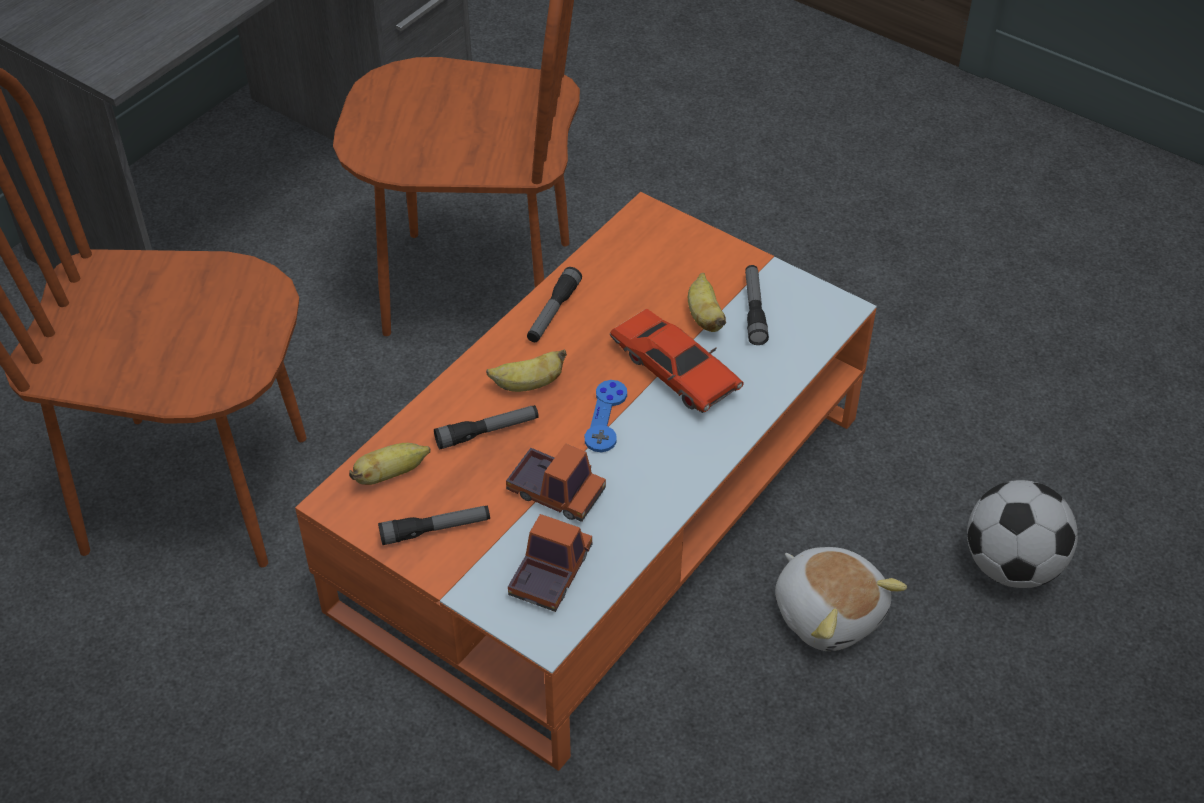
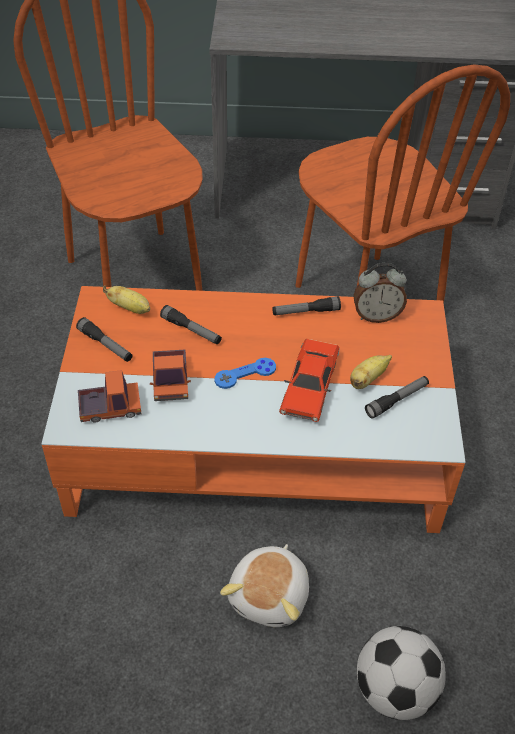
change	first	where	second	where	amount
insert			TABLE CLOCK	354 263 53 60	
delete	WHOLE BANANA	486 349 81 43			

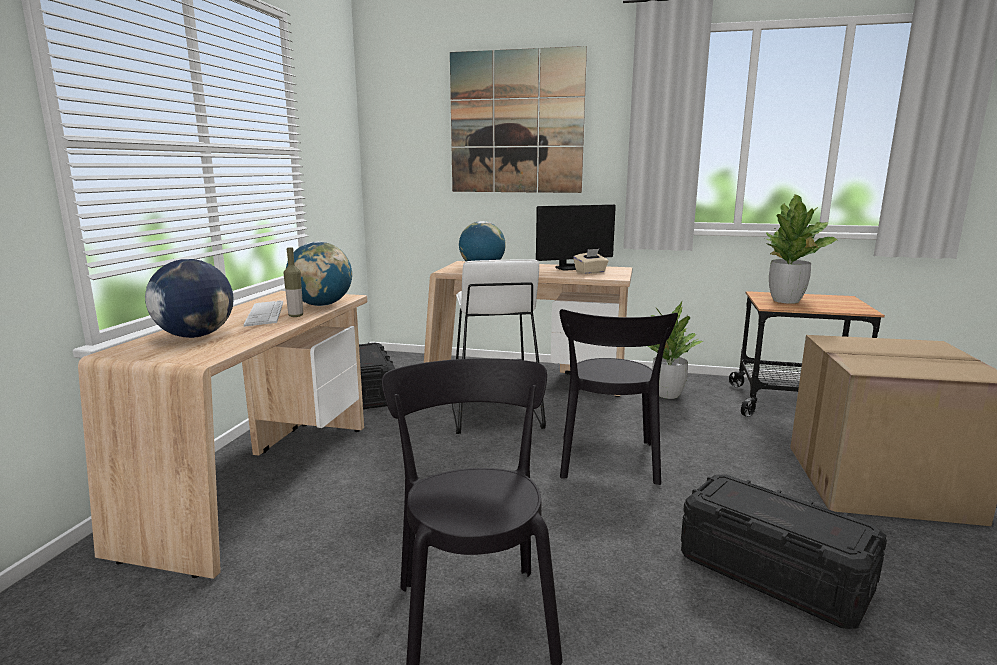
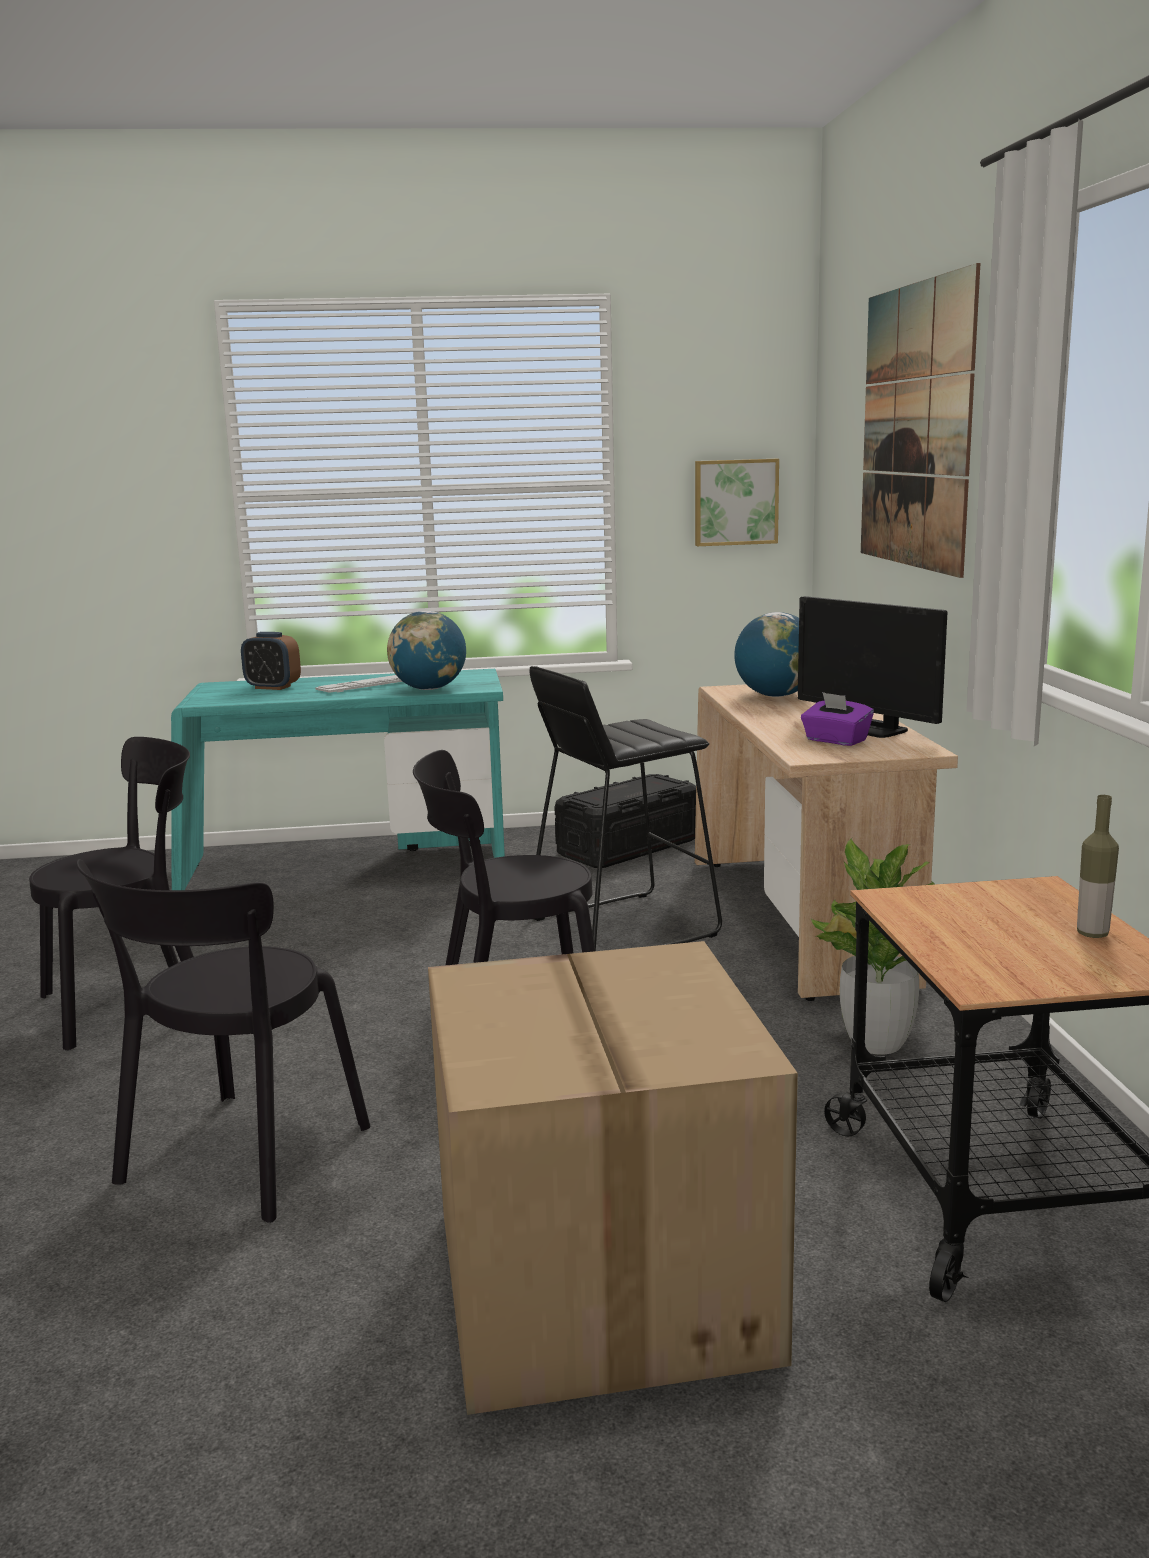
change	first	where	second	where	amount
replace	BLACKISH STORAGE BOX	681 475 206 154	BLACKISH CHAIR	76 859 294 364	
recolor	BEIGE-COLOURED DESK TABLE	78 291 289 288	BLUE-GREEN DESK TABLE	171 669 334 221	
replace	DESK GLOBE	145 259 88 79	TABLE CLOCK	241 632 60 58	
recolor	WHITE-COLOURED SITTING STOOL	452 259 94 175	BLACKISH SITTING STOOL	529 666 193 285	
insert			PICTURE	695 459 84 87	
recolor	BEIGE-COLOURED BOX OF TISSUES	573 249 36 25	PURPLE BOX OF TISSUES	801 692 73 54	
move	BEVERAGE BOTTLE	284 247 19 70		1077 795 42 143	
delete	HOUSEPLANT	765 194 72 110			

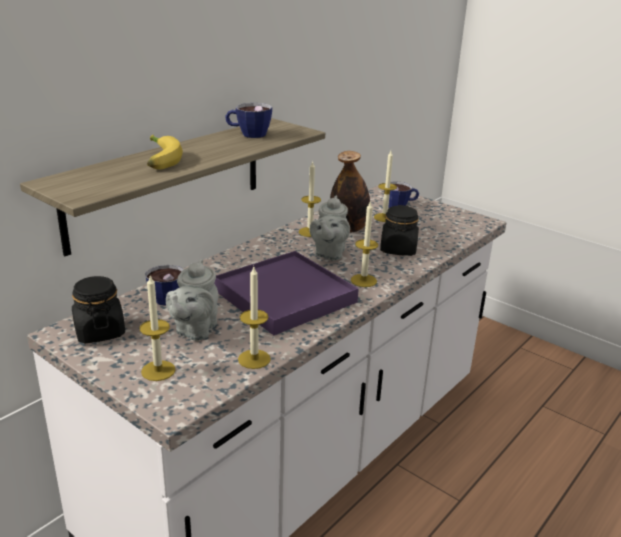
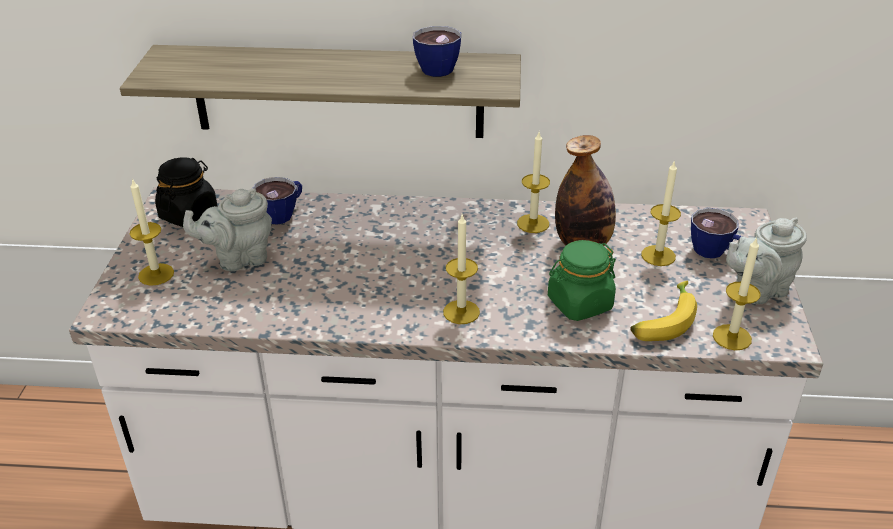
change	first	where	second	where	amount
recolor	BLACKISH JAR	380 205 39 51	GREEN JAR	548 240 68 81	
move	WHOLE BANANA	147 135 36 35		630 281 67 60	
move	CANDLE	238 267 33 102		713 237 48 113	
move	GREYISH TEA POT	310 195 40 65		726 218 81 86	
delete	PURPLE CARRYING TRAY	214 251 145 84			

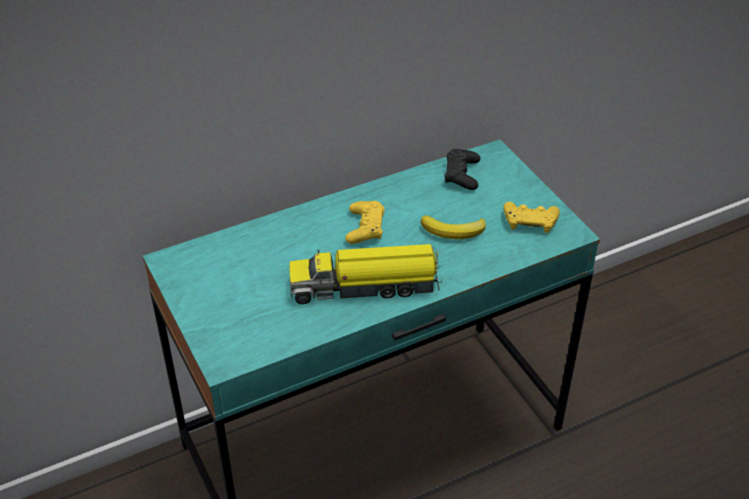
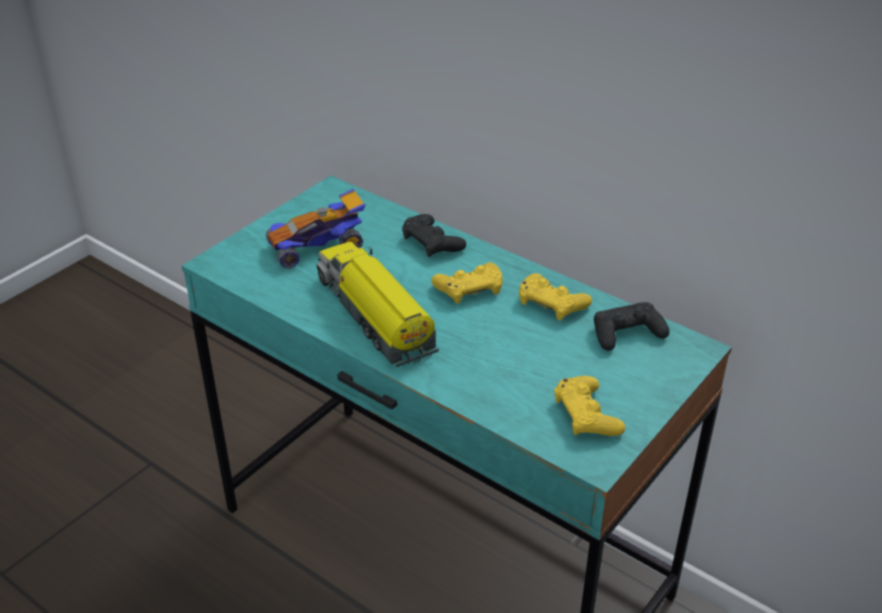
change	first	where	second	where	amount
insert			MINIATURE CAR	266 188 99 81	
insert			BLACKISH GAME CONTROLLER	402 214 64 43	
insert			YELLOW-COLOURED GAME CONTROLLER	519 274 73 47	
delete	WHOLE BANANA	421 215 65 24			

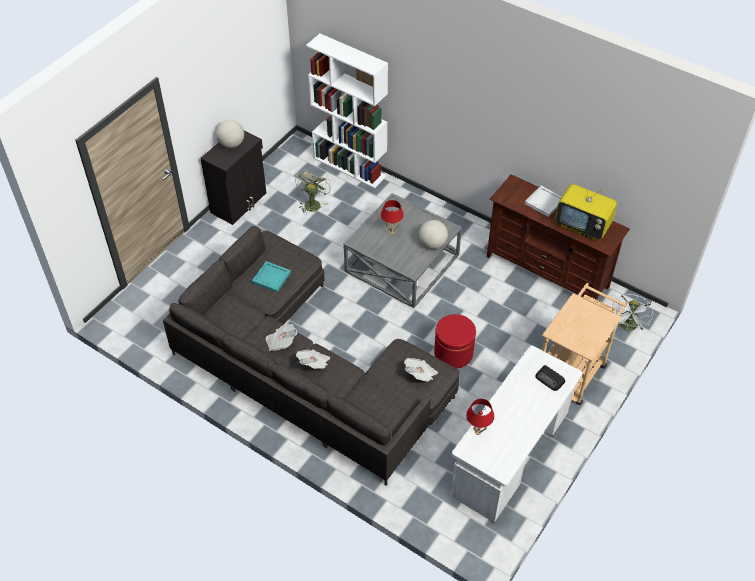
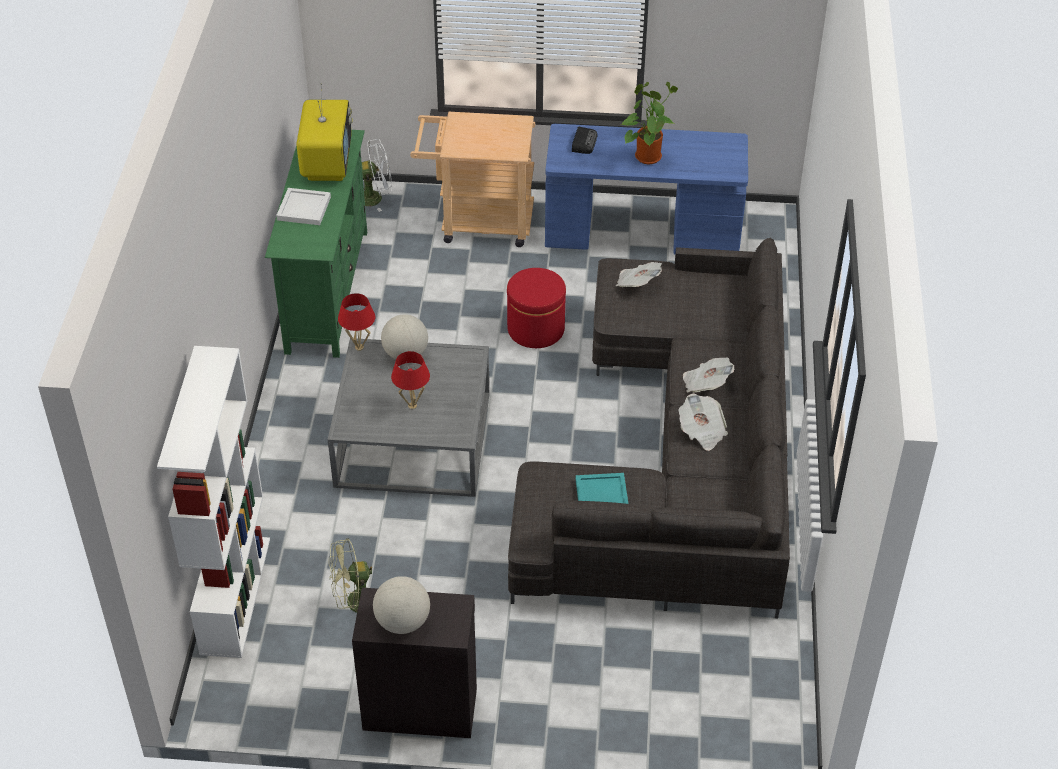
change	first	where	second	where	amount
recolor	BROWNISH MEDIA CONSOLE	487 174 143 126	GREEN MEDIA CONSOLE	265 130 102 228	
move	REDDISH LAMP FOR A TABLE	466 399 28 36		338 293 37 58	
recolor	WHITE-COLOURED DESK TABLE	451 345 132 177	BLUE-COLOURED DESK TABLE	545 124 203 130	
insert			HOUSEPLANT	620 82 58 82	

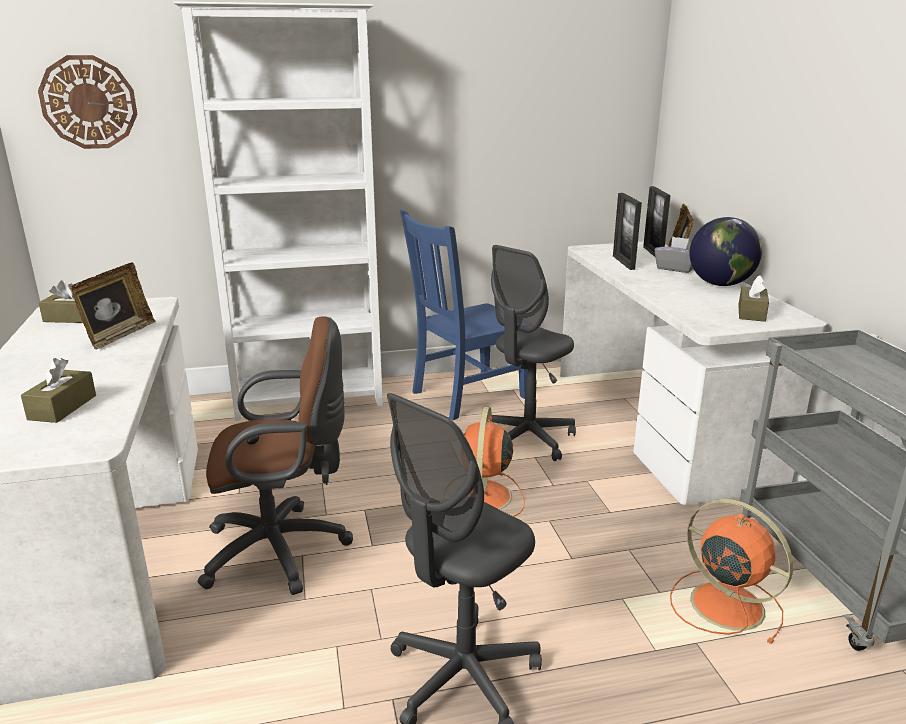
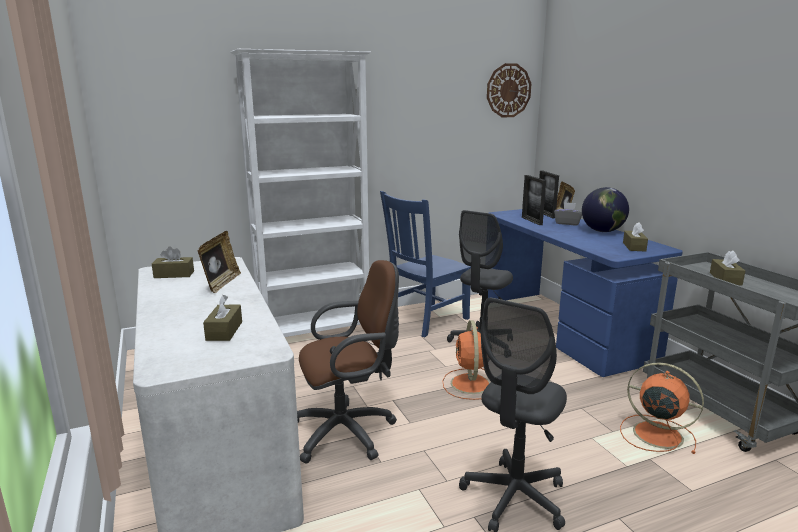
change	first	where	second	where	amount
move	WALL CLOCK	38 55 99 94		487 63 44 55	
recolor	WHITE-COLOURED DESK TABLE	560 242 267 263	BLUE-COLOURED DESK TABLE	487 209 196 168	
insert			BROWNISH BOX OF TISSUES	710 250 35 35	

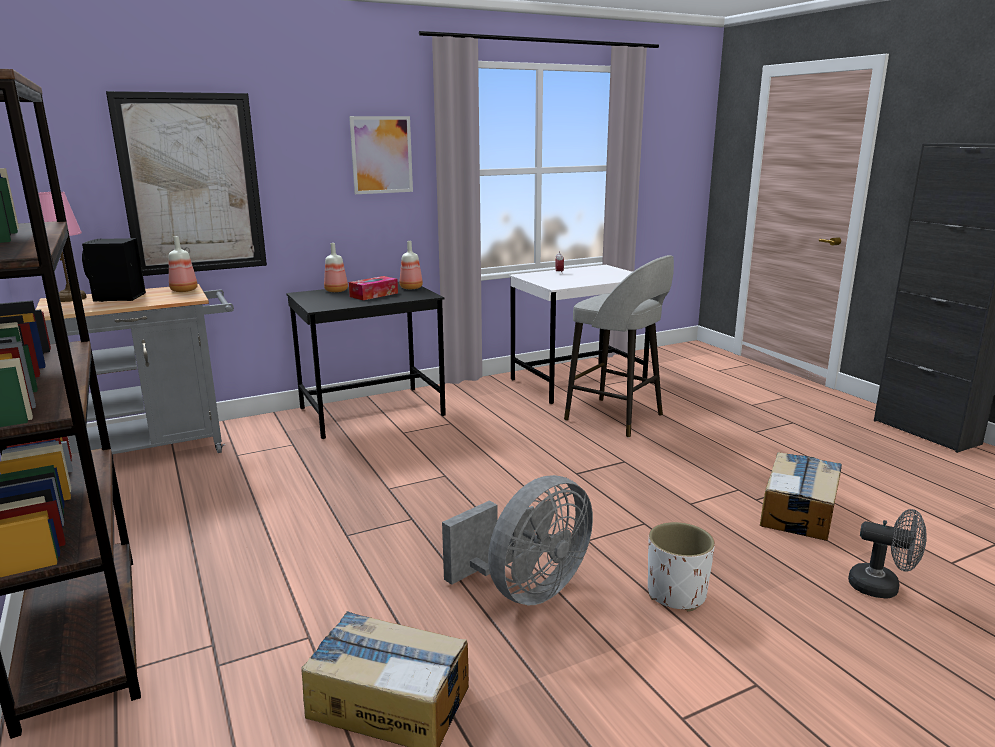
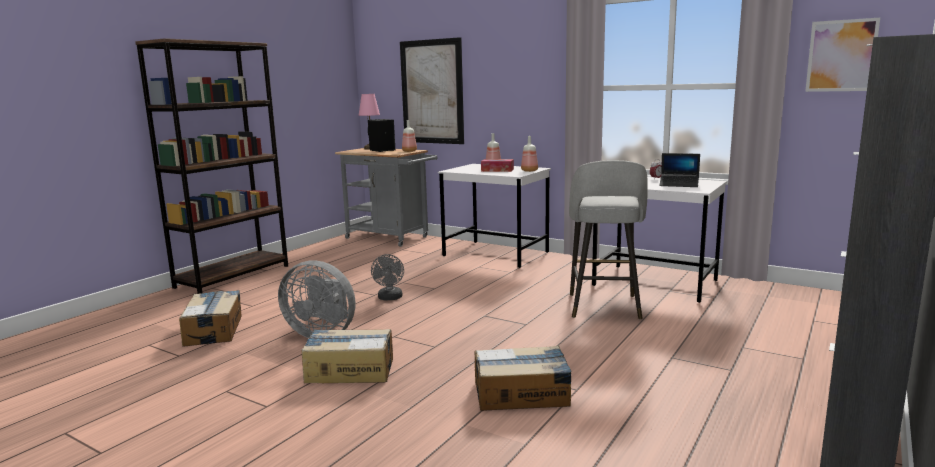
change	first	where	second	where	amount
replace	WHITE-COLOURED PLANT POT	648 522 67 90	CARTON	301 329 92 54	
move	GREYISH ELECTRIC FAN	848 509 78 90		371 254 33 46	
recolor	BLACKISH DESK TABLE	286 282 160 157	WHITE-COLOURED DESK TABLE	438 164 113 104	
insert			PORTABLE COMPUTER	659 153 41 34	
move	PICTURE	349 116 64 78		805 18 75 74	

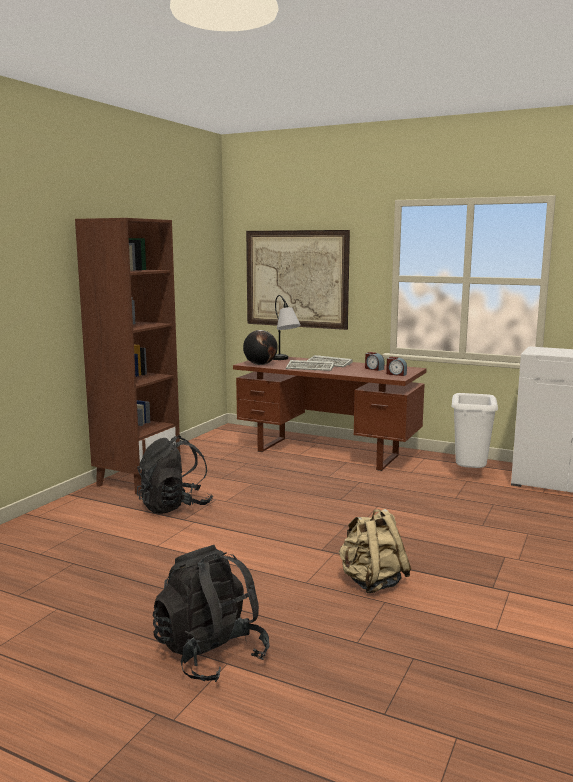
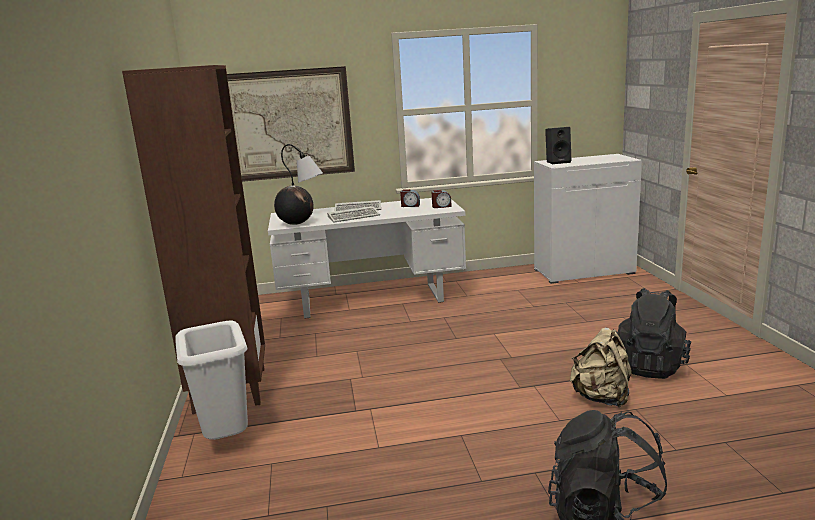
change	first	where	second	where	amount
move	WHITE-COLOURED TRASH CAN	452 393 46 75		175 321 73 119	
recolor	BROWNISH DESK TABLE	233 357 194 114	WHITE-COLOURED DESK TABLE	268 198 198 121	
insert			BLACKISH LOUDSPEAKER	545 127 26 37	
move	BLACKISH KNAPSACK	137 435 76 79		616 288 75 91	

